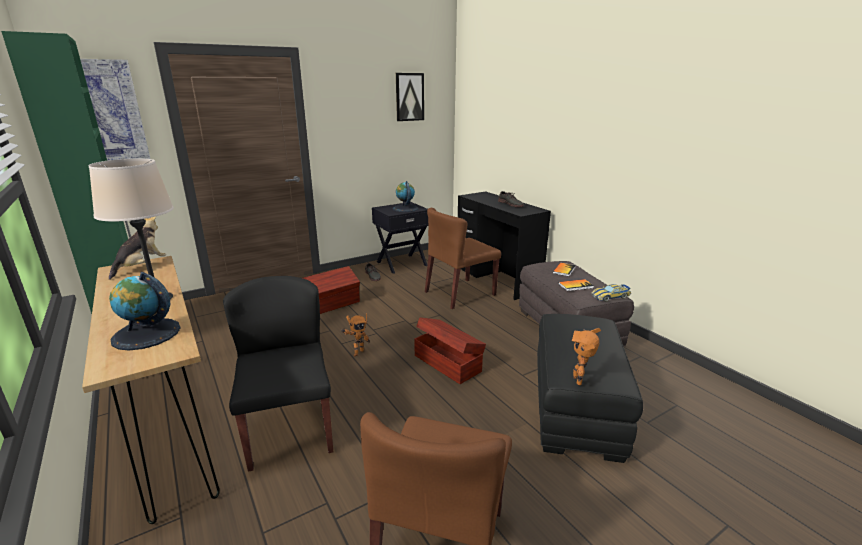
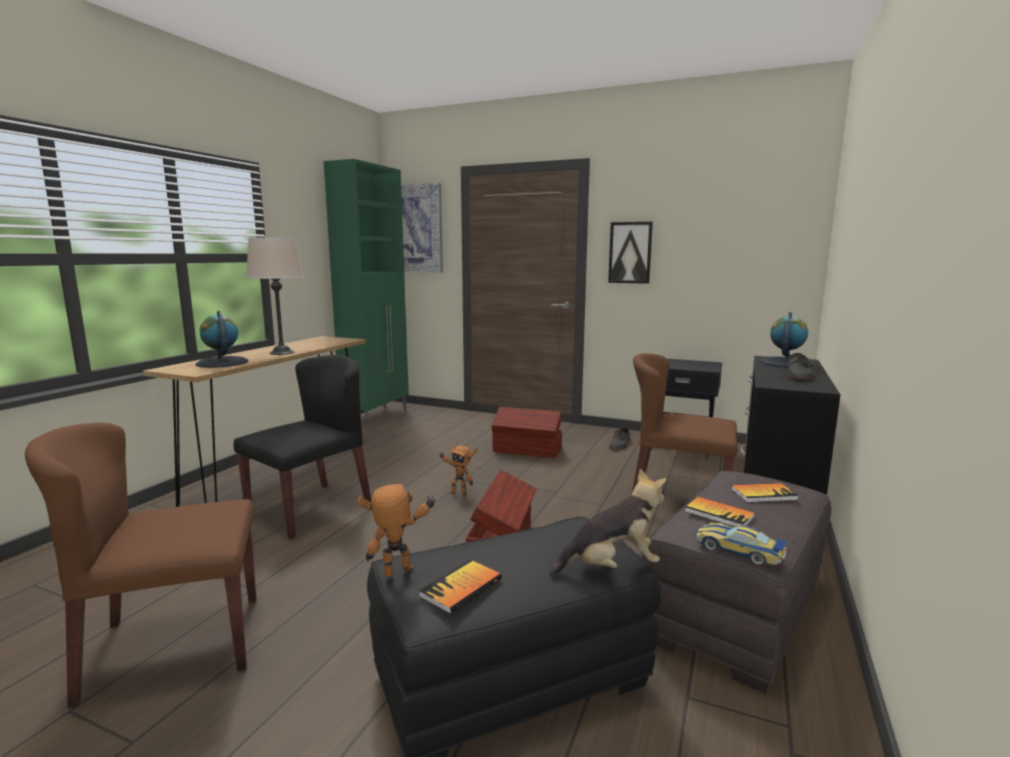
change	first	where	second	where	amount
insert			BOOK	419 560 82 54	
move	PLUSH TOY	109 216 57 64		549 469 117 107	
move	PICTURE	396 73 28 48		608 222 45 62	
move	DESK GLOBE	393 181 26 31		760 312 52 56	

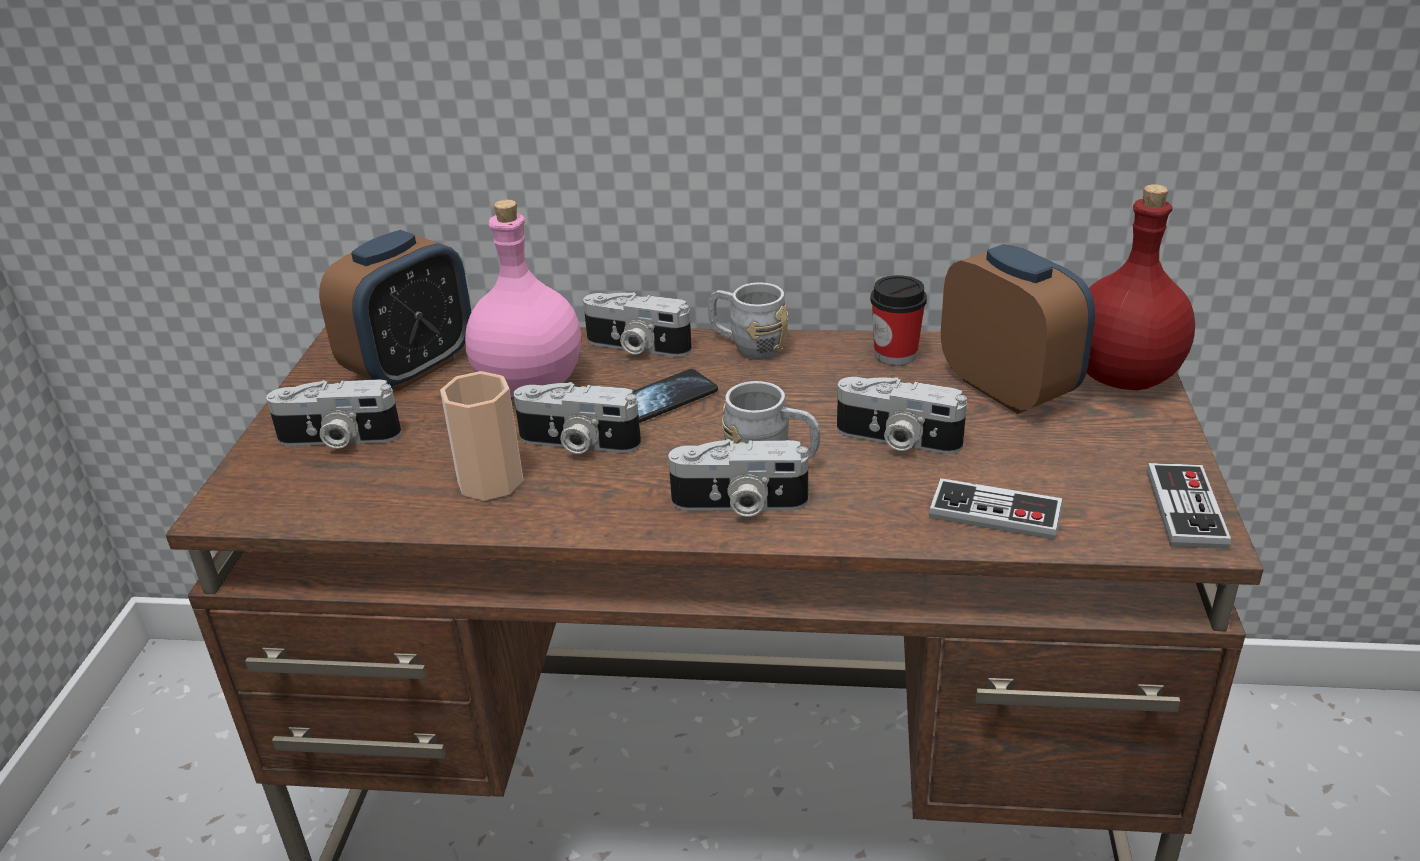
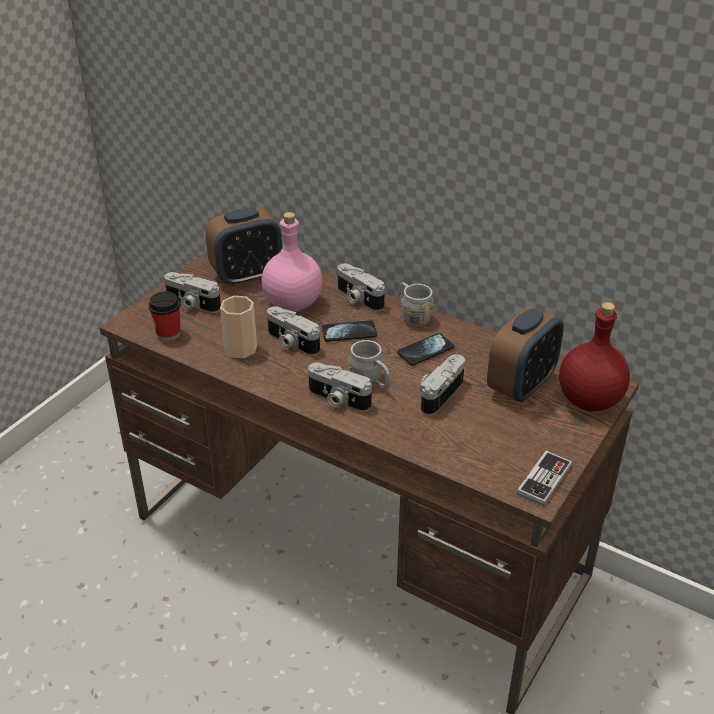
change	first	where	second	where	amount
move	DRINKING CUP	870 275 57 91		149 291 31 50	
insert			PHONE	397 333 58 33	
rotate	PHOTO CAMERA	837 377 130 77		420 354 45 61	75 degrees clockwise
rotate	TABLE CLOCK	941 244 154 170		487 306 77 97	45 degrees clockwise
delete	GAME CONTROLLER	929 478 134 62			

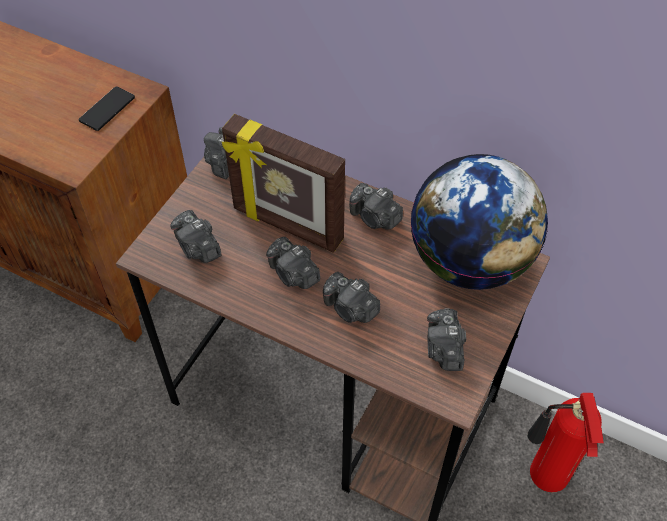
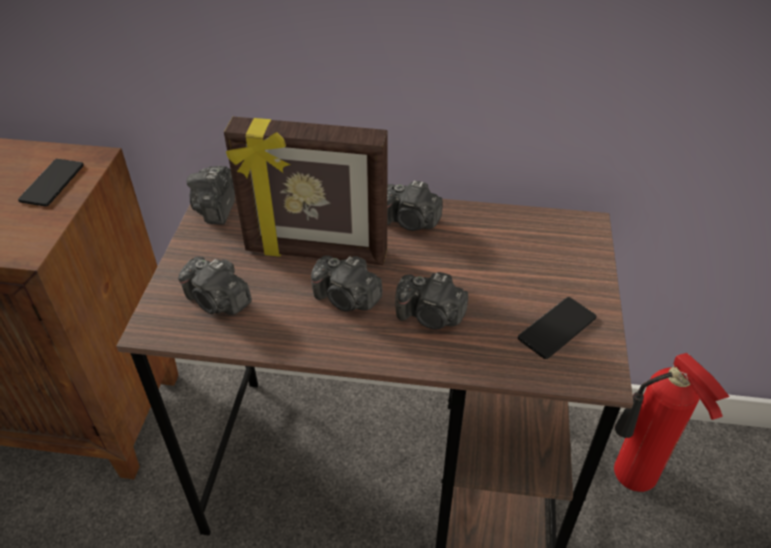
change	first	where	second	where	amount
replace	PHOTO CAMERA	427 308 39 63	PHONE	518 297 79 62	
delete	DESK GLOBE	410 154 138 136			

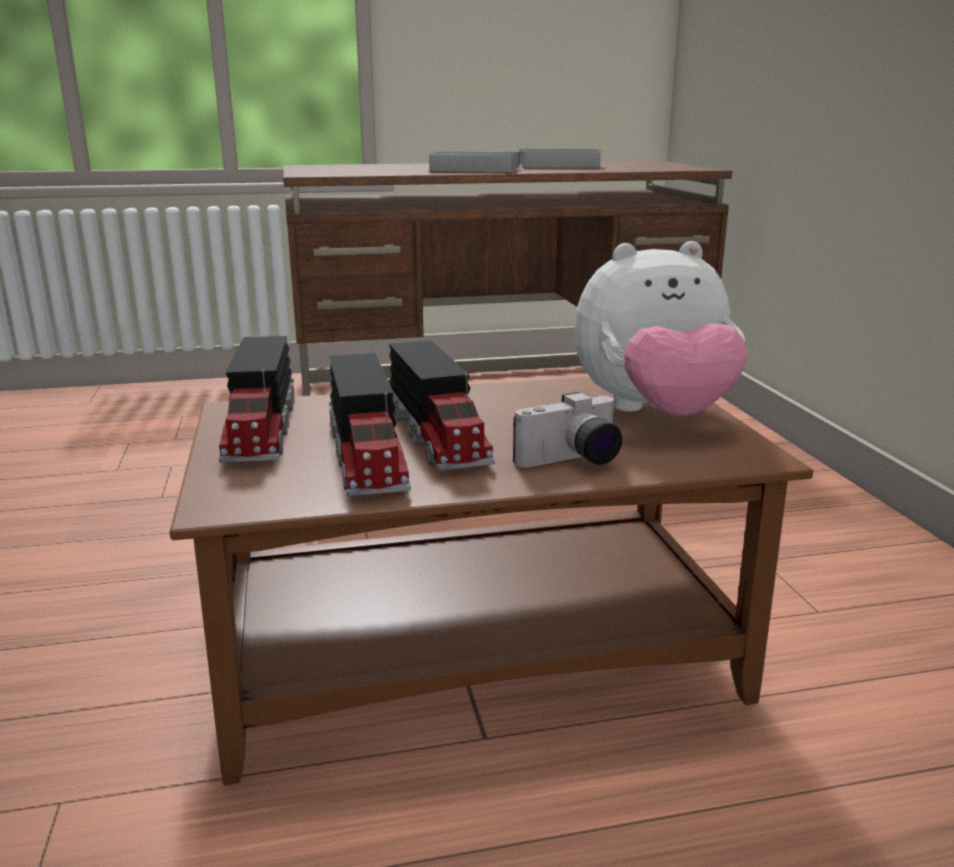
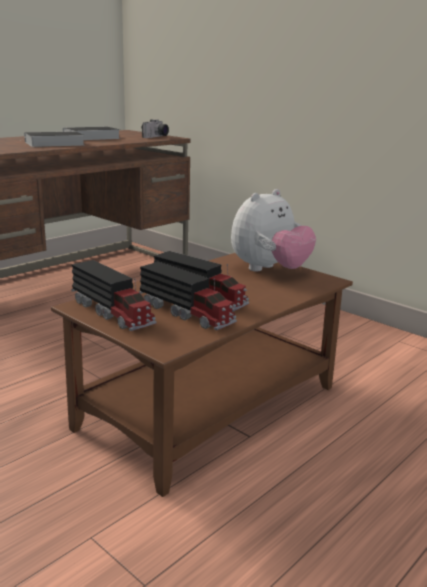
change	first	where	second	where	amount
move	PHOTO CAMERA	513 392 109 76		142 119 27 19	

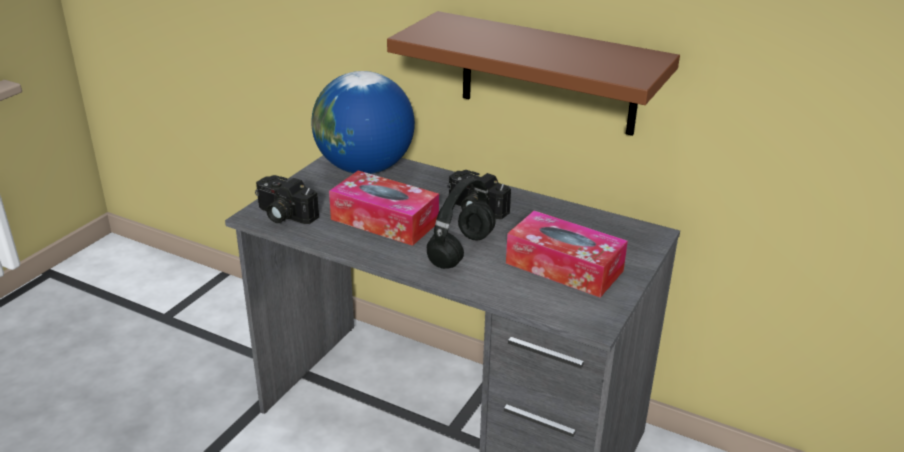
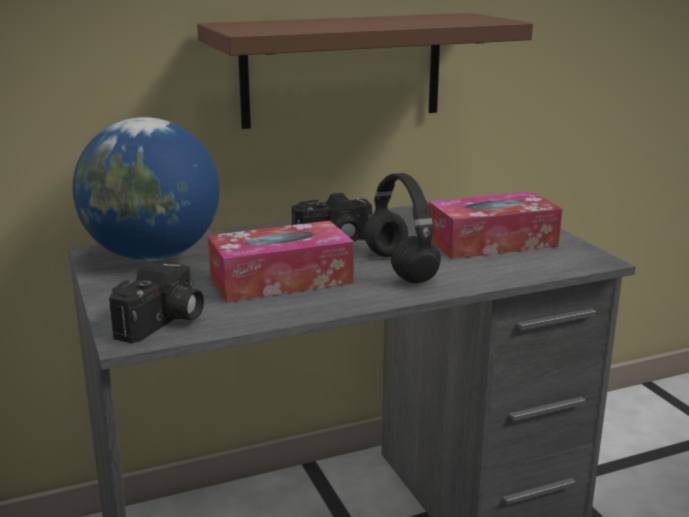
change	first	where	second	where	amount
rotate	PHOTO CAMERA	255 175 64 49		109 262 95 81	45 degrees counterclockwise

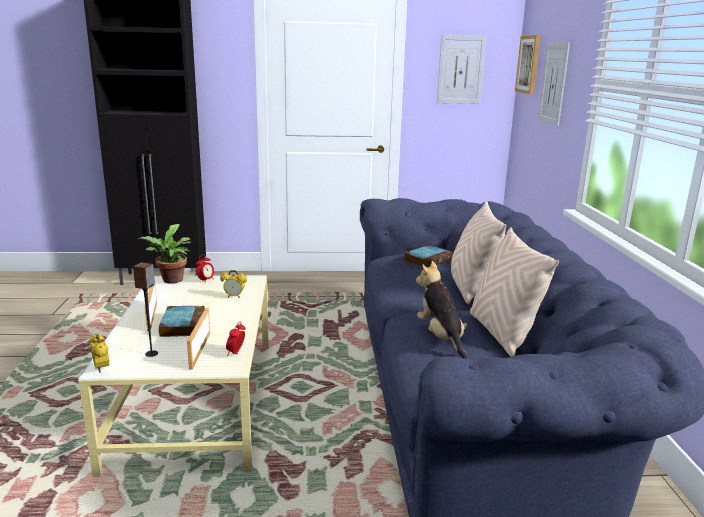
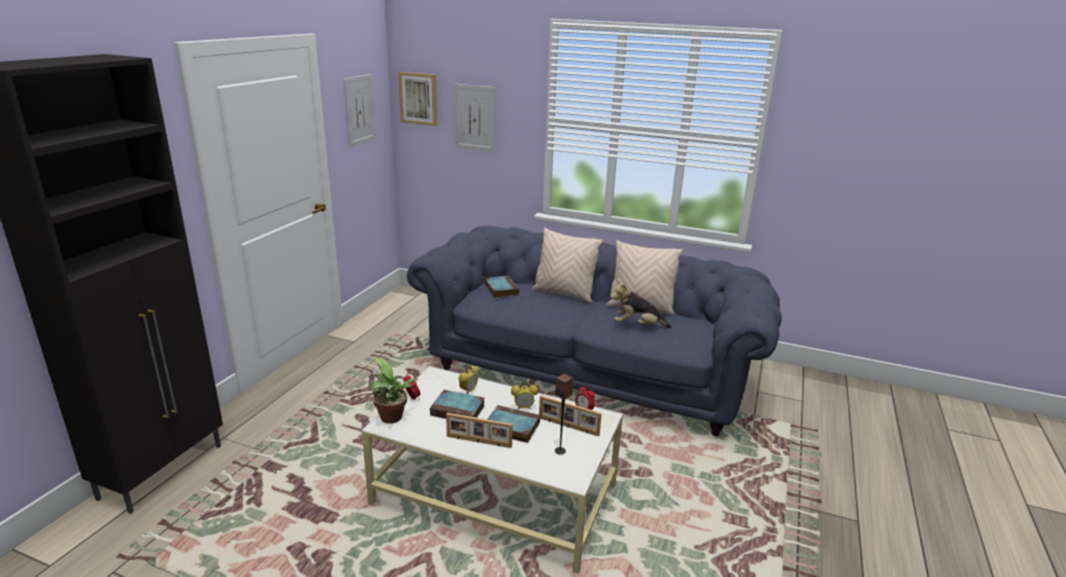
change	first	where	second	where	amount
insert			BOOK	430 390 55 29	
move	TABLE CLOCK	89 334 20 39		511 383 27 26	

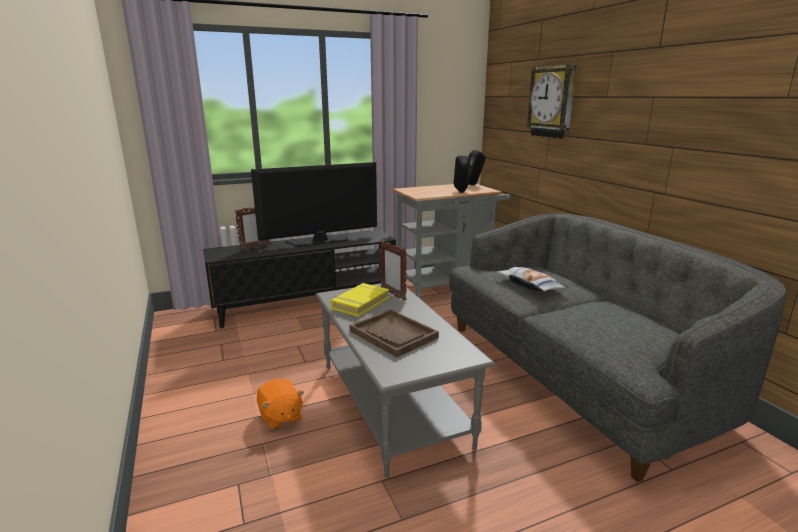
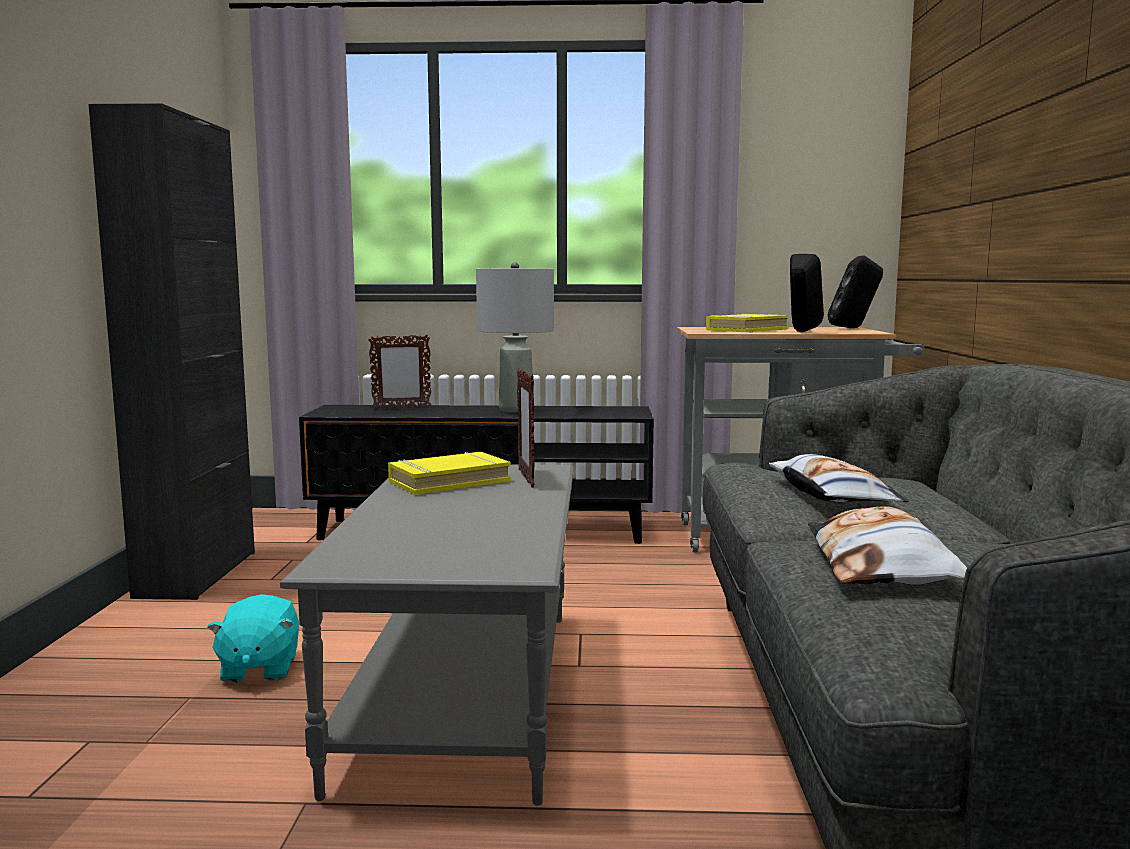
change	first	where	second	where	amount
insert			BLACKISH CABINET	89 103 166 497	
recolor	ORANGEY PLUSH TOY	257 379 47 51	BLUE-GREEN PLUSH TOY	207 594 92 89	
replace	TV SET	251 162 126 85	GREYISH LAMP FOR A TABLE	476 262 78 151	
insert			YELLOW-COLOURED BOOK	706 314 83 18	
insert			PILLOW	808 506 159 79	
delete	BROWNISH CARRYING TRAY	349 309 90 48			
delete	WALL CLOCK	526 65 51 74			

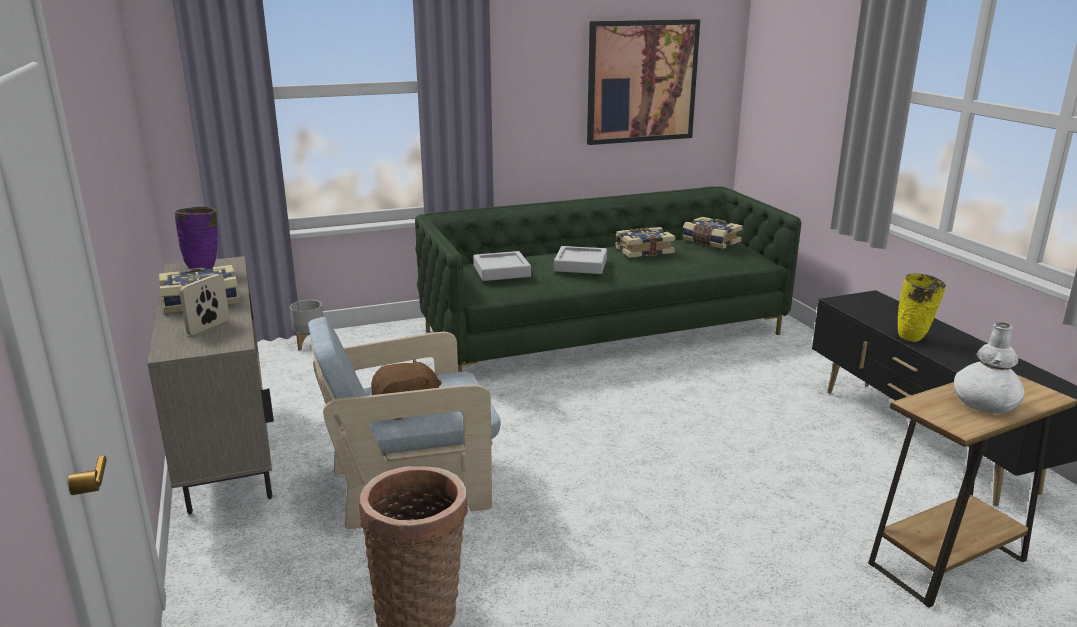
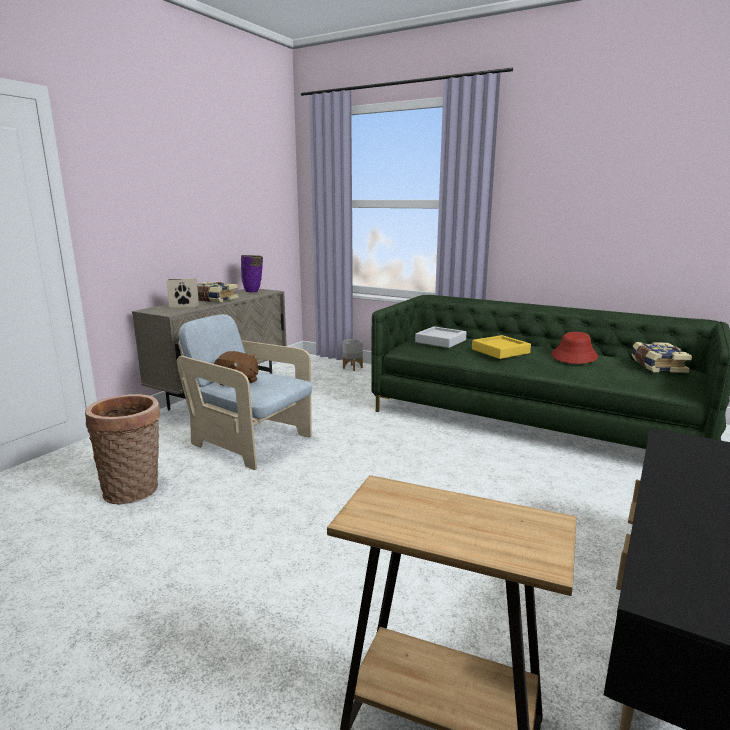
change	first	where	second	where	amount
recolor	GREYISH CARRYING TRAY	554 246 53 28	YELLOW-COLOURED CARRYING TRAY	472 335 59 24	
replace	BOOK	615 227 61 31	REDDISH WEARABLE HAT	552 332 46 32	
delete	PICTURE	587 19 113 126			
delete	YELLOW-COLOURED FLOWER VASE	898 274 48 68			
delete	WHITE-COLOURED FLOWER VASE	954 322 71 93			

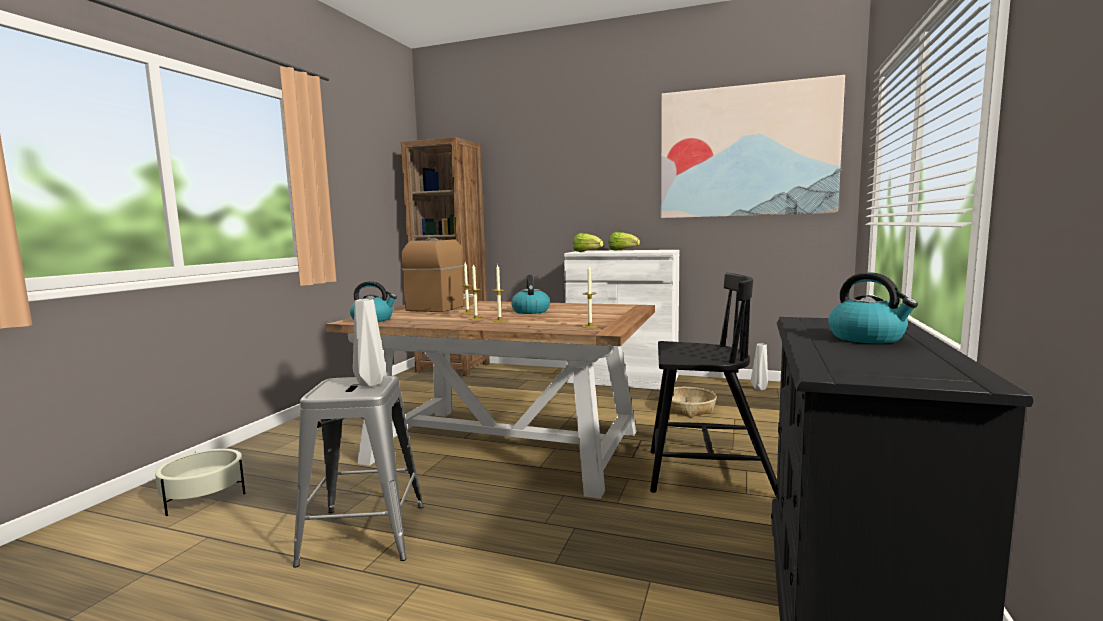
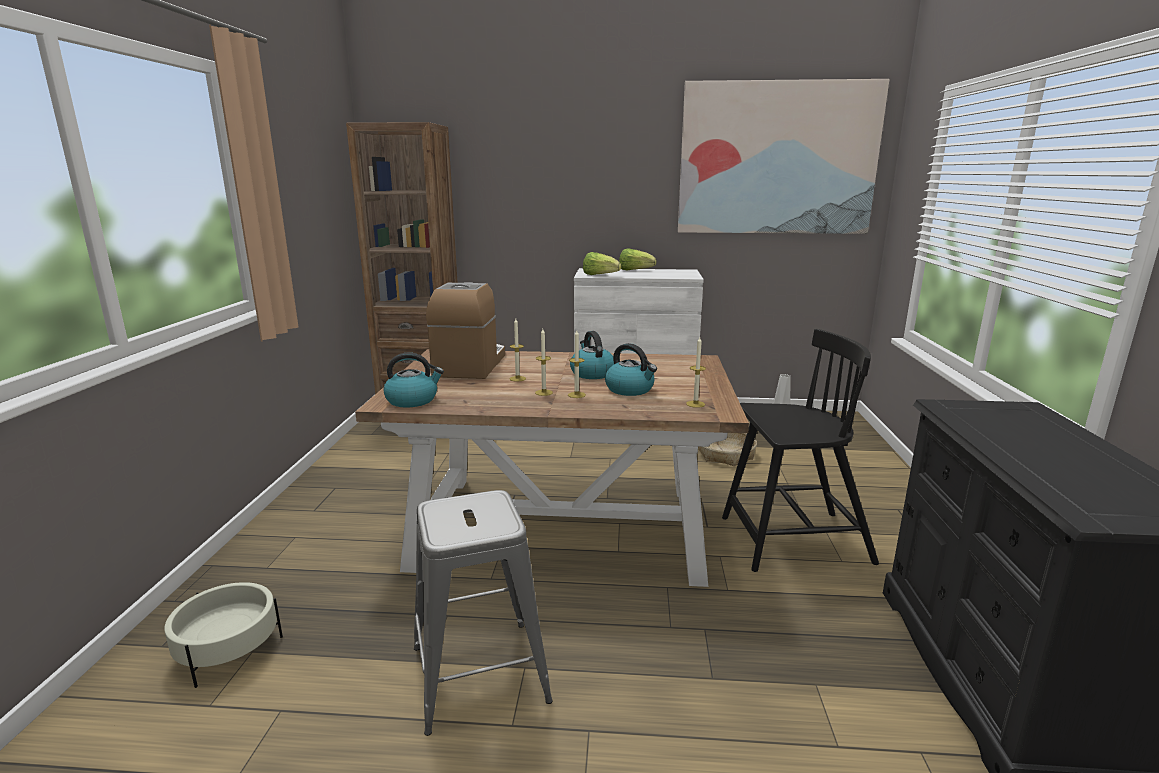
change	first	where	second	where	amount
move	WATER KETTLE	828 272 90 71		605 343 52 53	
delete	GREYISH FLOWER VASE	353 299 33 88			

